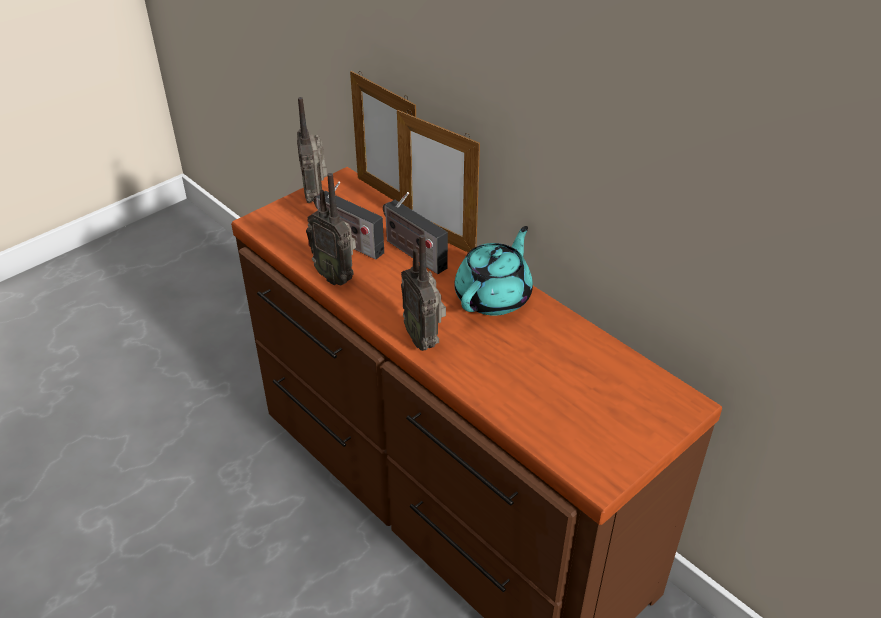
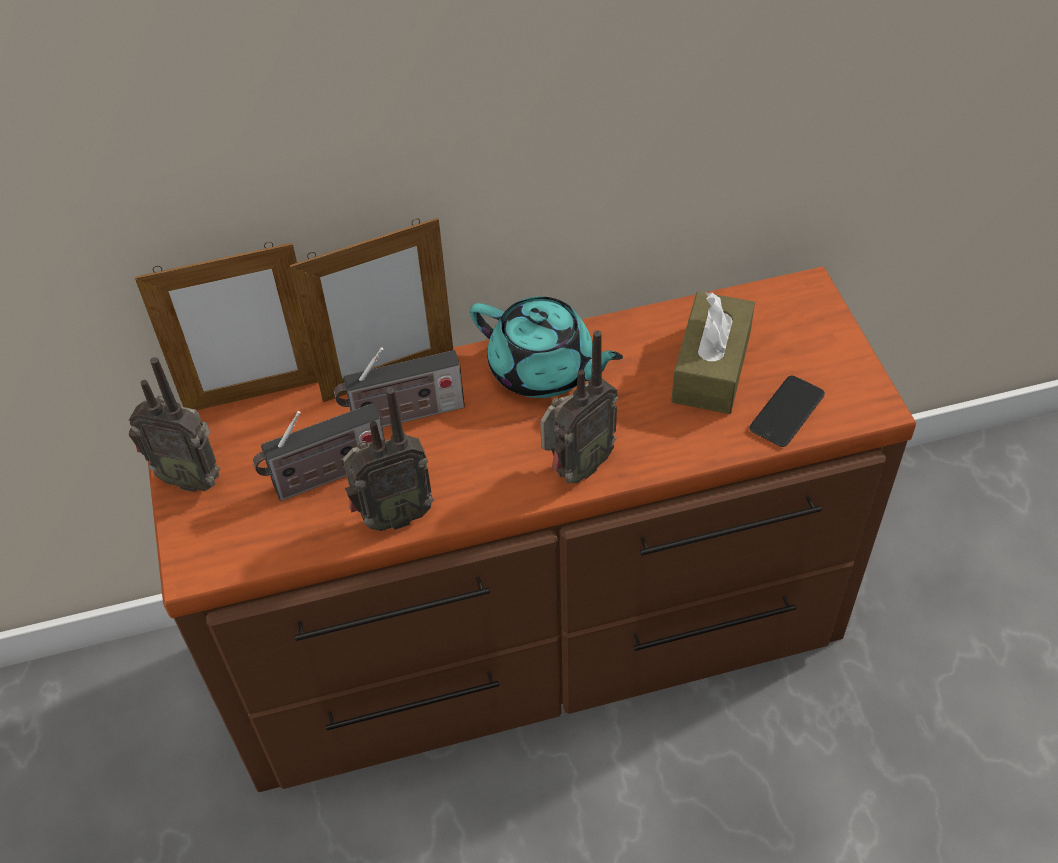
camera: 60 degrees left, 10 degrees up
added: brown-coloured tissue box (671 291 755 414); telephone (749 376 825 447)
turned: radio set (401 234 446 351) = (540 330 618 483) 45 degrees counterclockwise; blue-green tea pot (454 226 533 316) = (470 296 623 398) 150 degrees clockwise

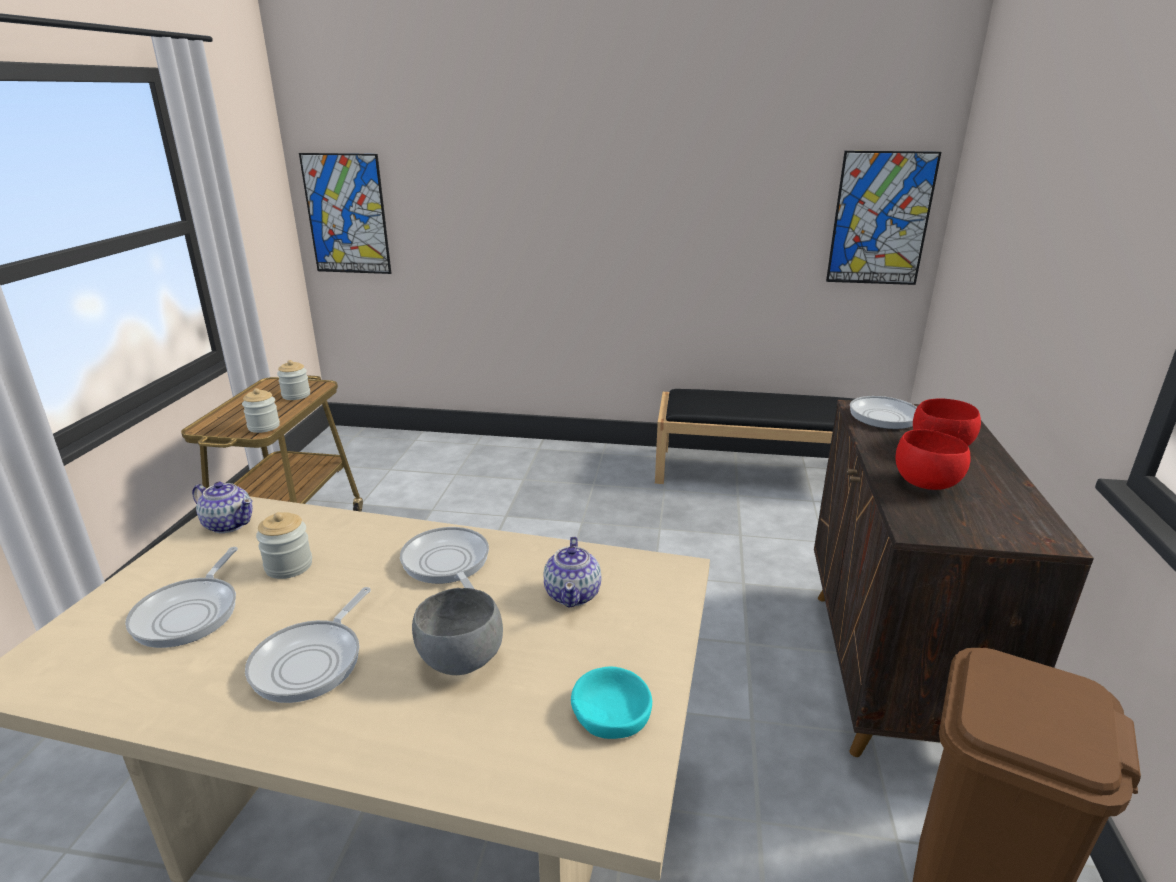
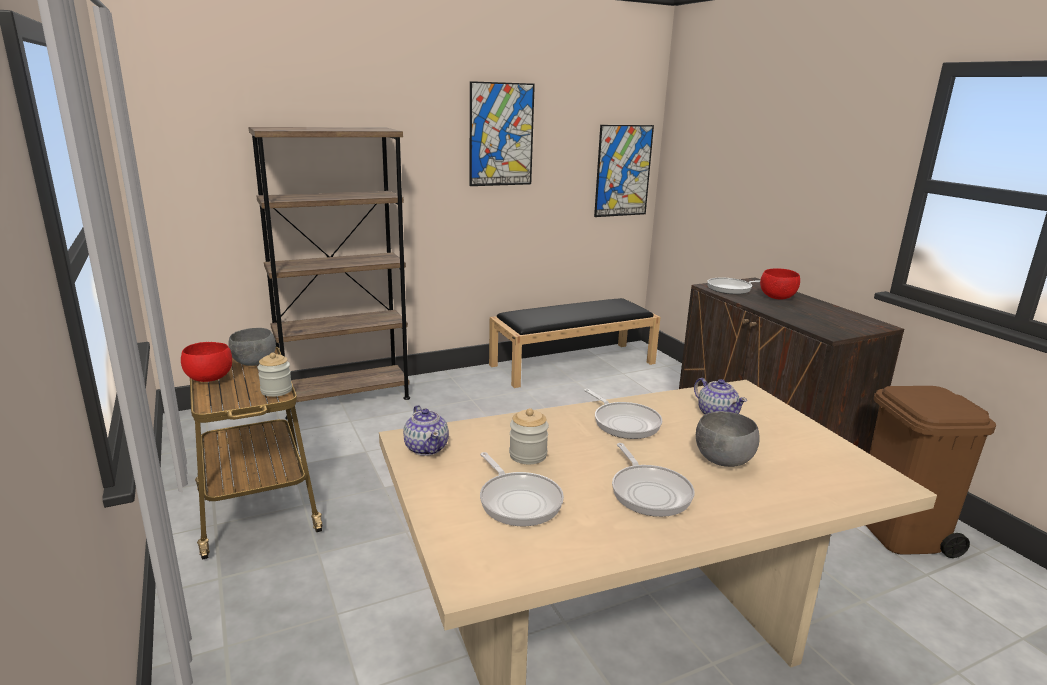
camera: 35 degrees left, 5 degrees down
removed: blue-green bowl (571 666 652 739)
added: brown-coloured bookshelf (248 127 410 420)
moved: wall picture (299 153 391 274) to (470 81 535 186); red-coloured bowl (896 429 970 490) to (181 342 232 382)
replaced: storage jar (277 360 310 400) to grey bowl (228 328 276 366)
turned: tea pot (192 482 253 533) = (403 405 449 456) 75 degrees clockwise; skillet (400 527 489 589) = (584 389 662 439) 150 degrees counterclockwise

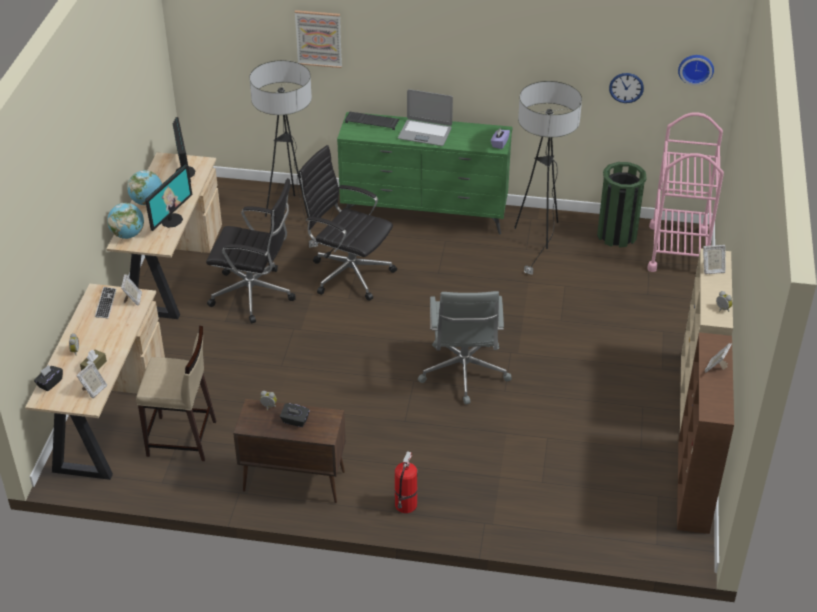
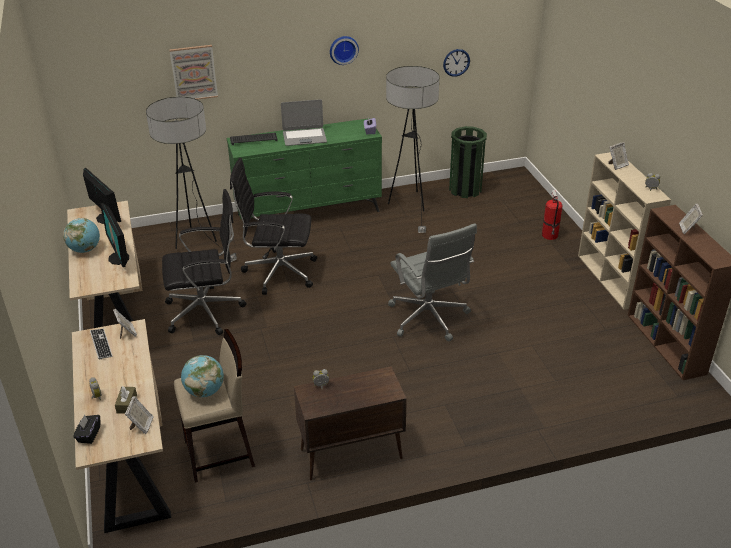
camera: 25 degrees left, 5 degrees down
removed: black-coloured tissue box (280 403 310 427); pinkish trolley (647 112 724 272)
moved: desk globe (107 203 144 239) to (181 355 224 397); fire extinguisher (395 451 417 513) to (542 190 563 240); clock on the wall (678 55 714 86) to (330 36 359 65)
turned: computer screen (145 165 193 231) = (101 203 129 267) 150 degrees clockwise

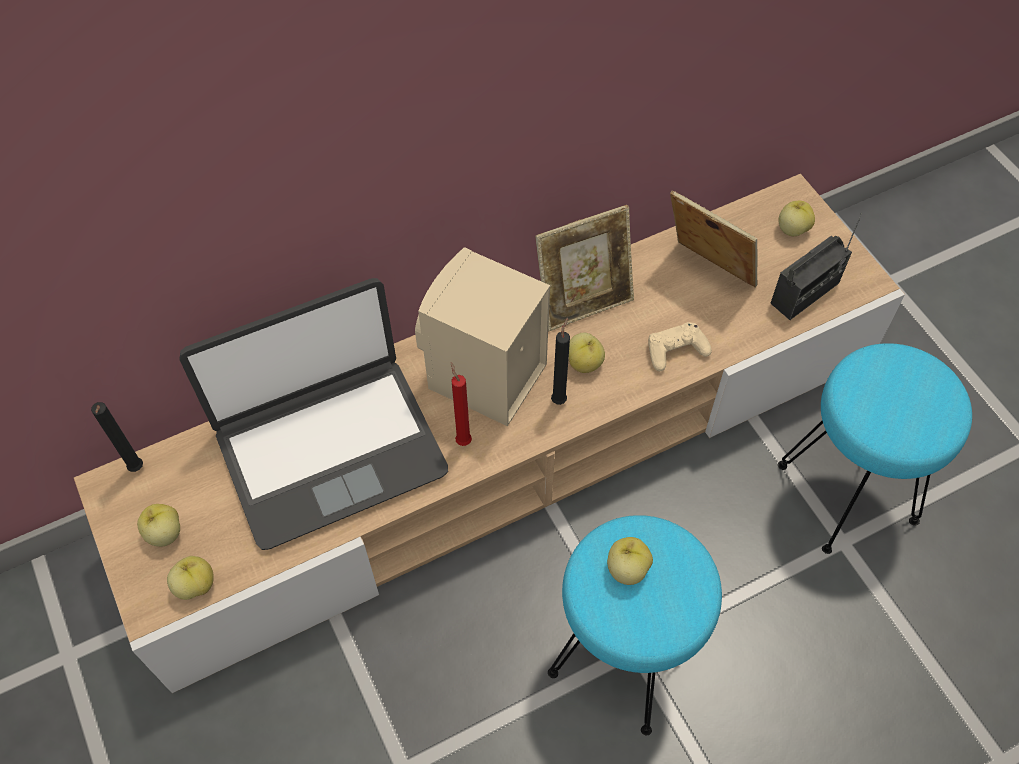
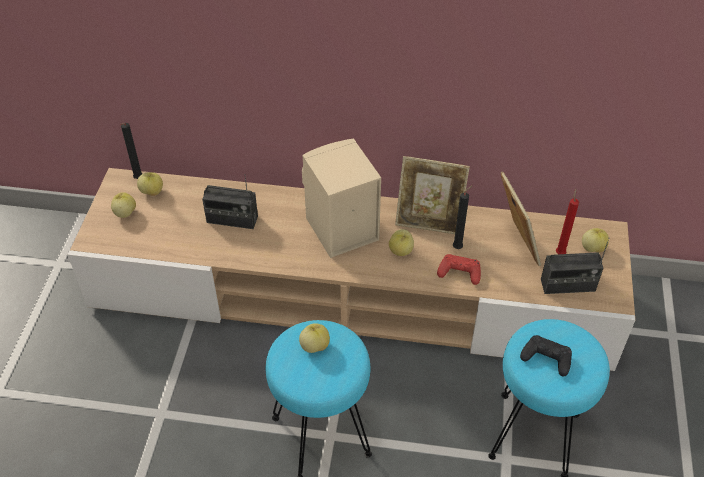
camera: 35 degrees right, 10 degrees down
added: black-coloured joypad (520 335 572 377)
moved: apple fruit (167 556 214 600) to (137 172 163 196); red-coloured wax light (451 362 472 446) to (556 189 579 254); black-coloured wax light (551 318 570 405) to (453 185 473 249)
replaced: portable computer (179 278 448 550) to radio set (202 174 258 229)
recoloured: sand-coloured joypad (648 322 712 371) to red-coloured joypad (437 254 481 285)

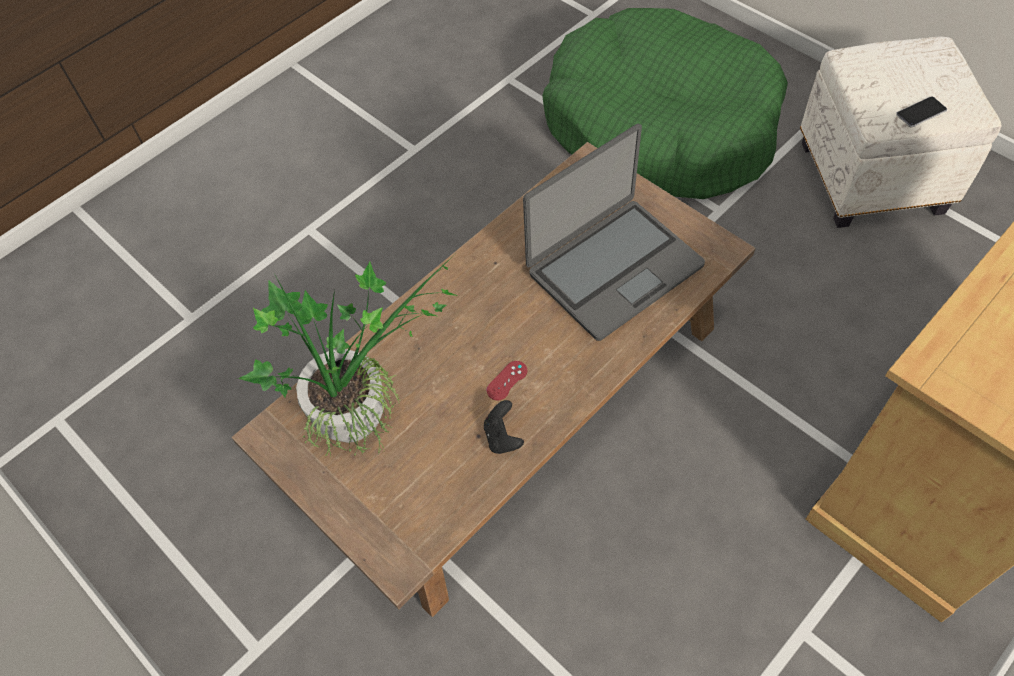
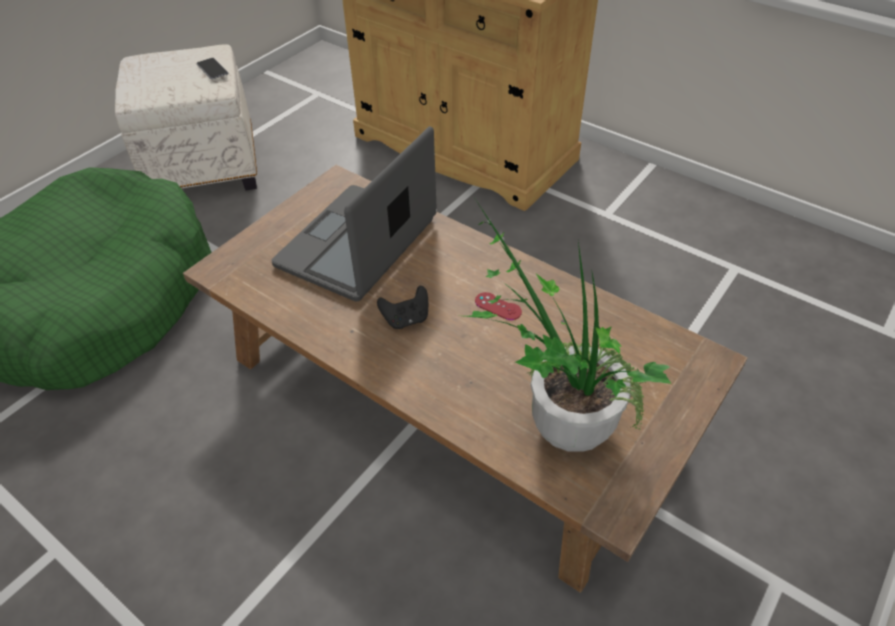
camera: 100 degrees left, 10 degrees down
moved: black-coloured joypad (484 400 524 454) to (377 286 428 329)
turned: portable computer (523 124 705 341) = (271 126 437 302) 105 degrees counterclockwise

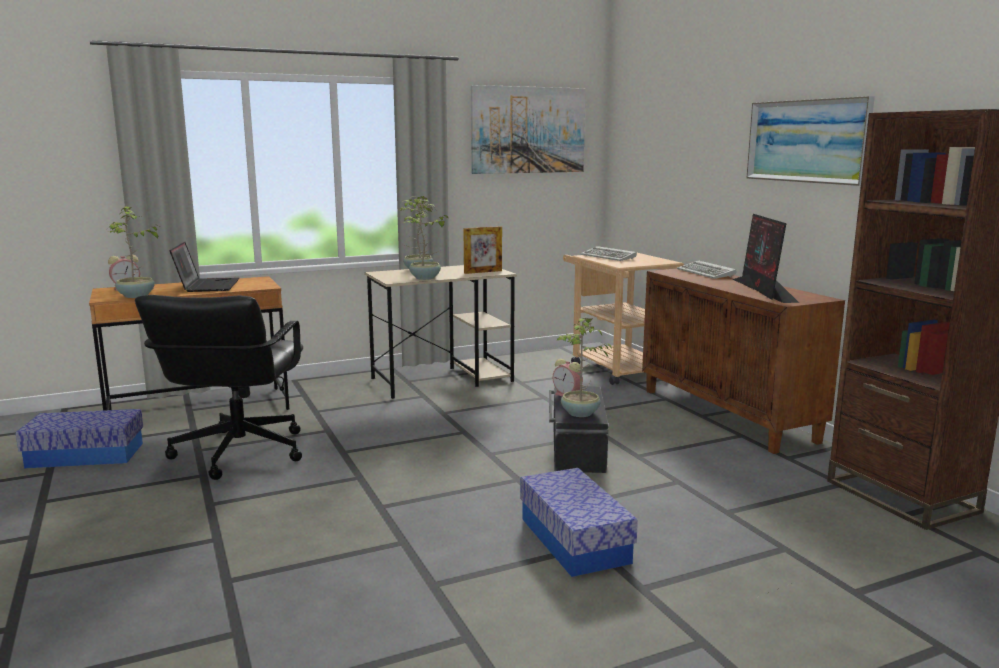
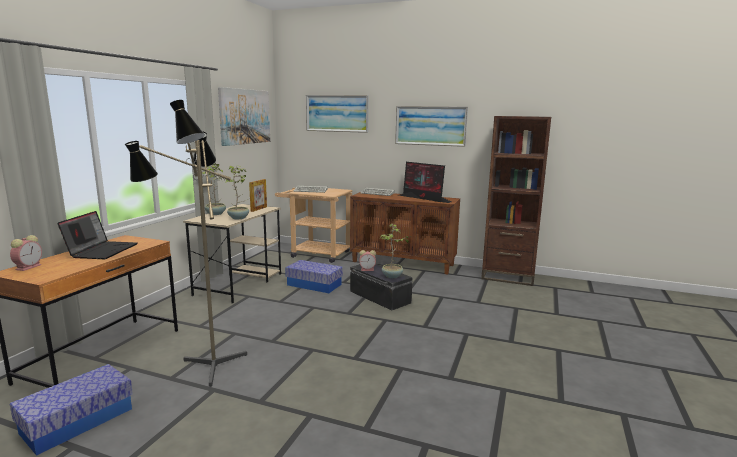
camera: 45 degrees left, 0 degrees up
removed: plant in a pot (107 206 159 298)
added: wall picture (306 95 369 133)
moved: storage container (520 468 638 577) to (285 260 343 293)
replaced: black-coloured desk chair (135 295 303 480) to standing lamp (125 100 247 387)
turned: portable computer (170 242 239 292) = (57 211 137 259) 60 degrees clockwise

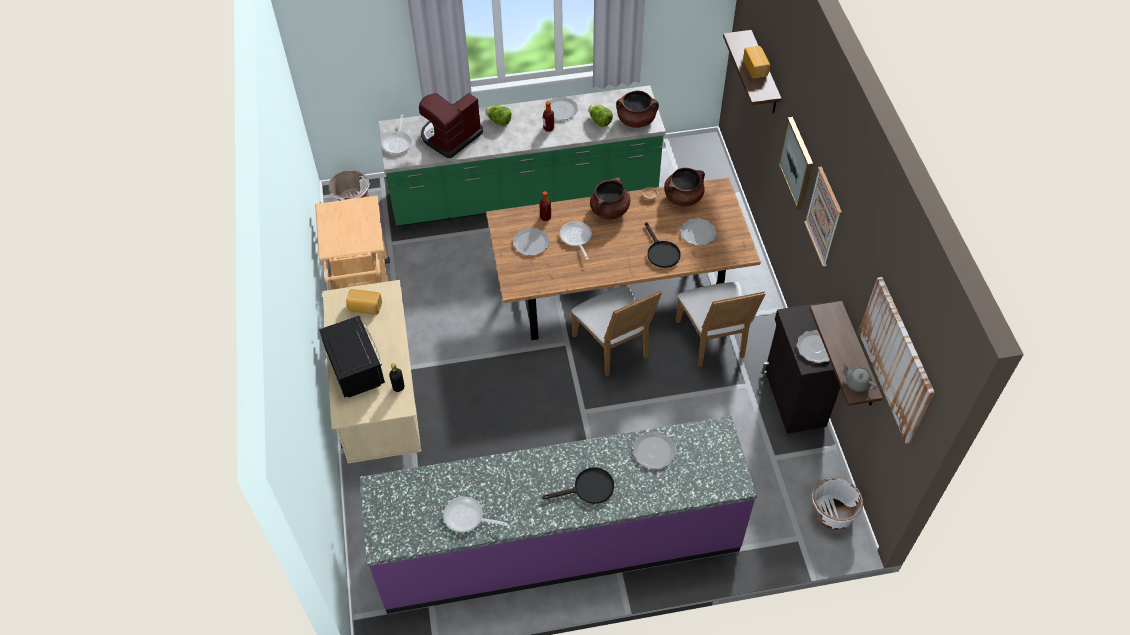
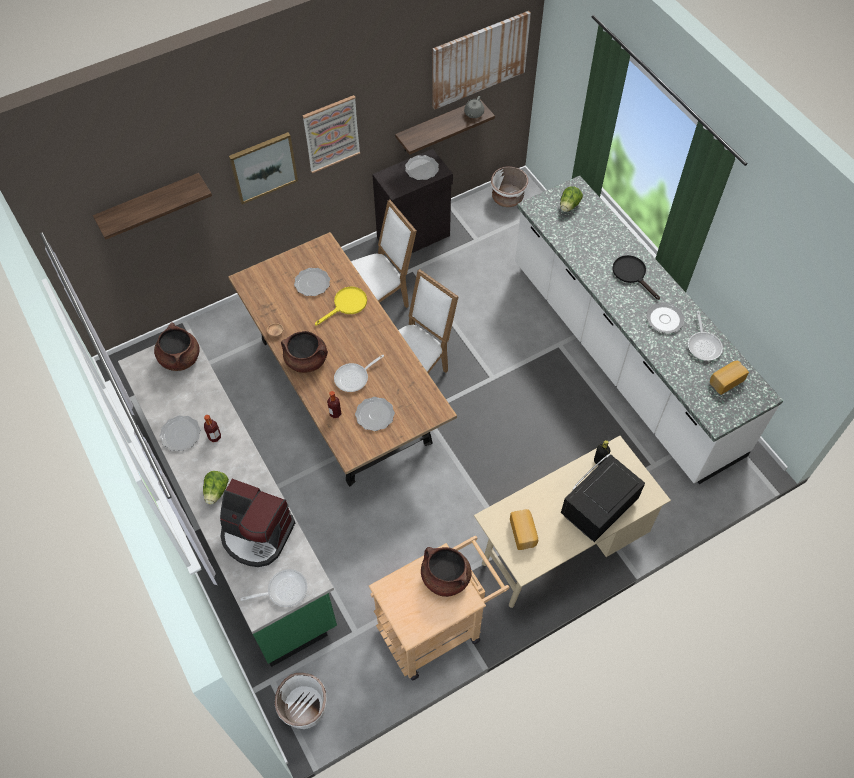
camera: 110 degrees left, 5 degrees up
moved: lettuce head (589 105 613 127) to (560 186 583 212); dinner plate (633 432 676 469) to (646 302 685 334); brown-coloured cooking pot (664 168 705 207) to (421 547 472 597); baked bread (743 46 770 78) to (710 361 749 395)
recoloured: purple counter (360 416 757 614) to whitish counter (515 176 783 484); black-coloured skillet (645 222 681 268) to yellowish skillet (315 287 367 325)

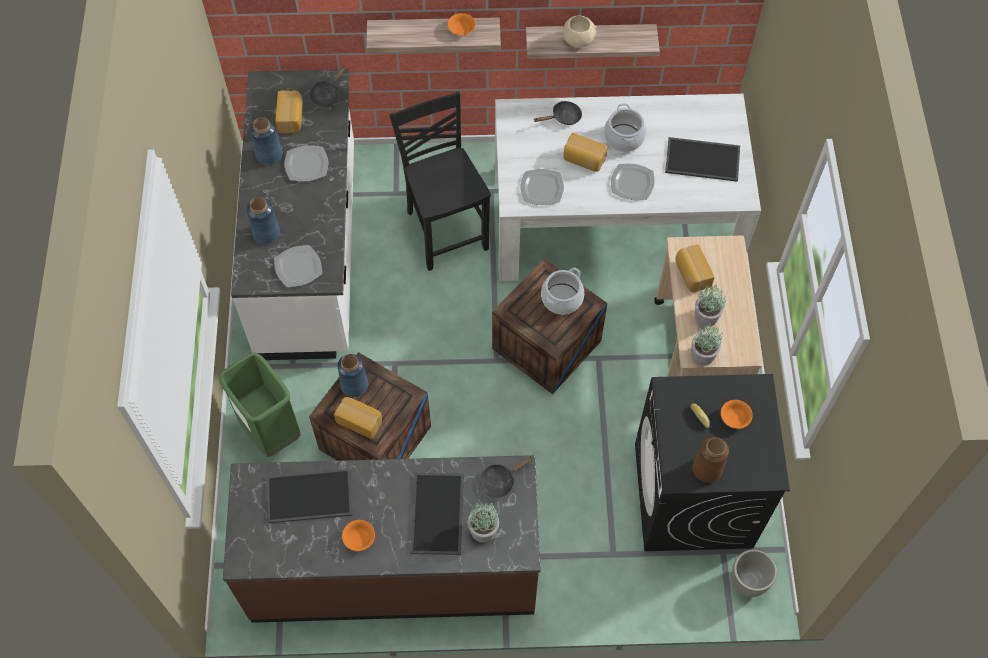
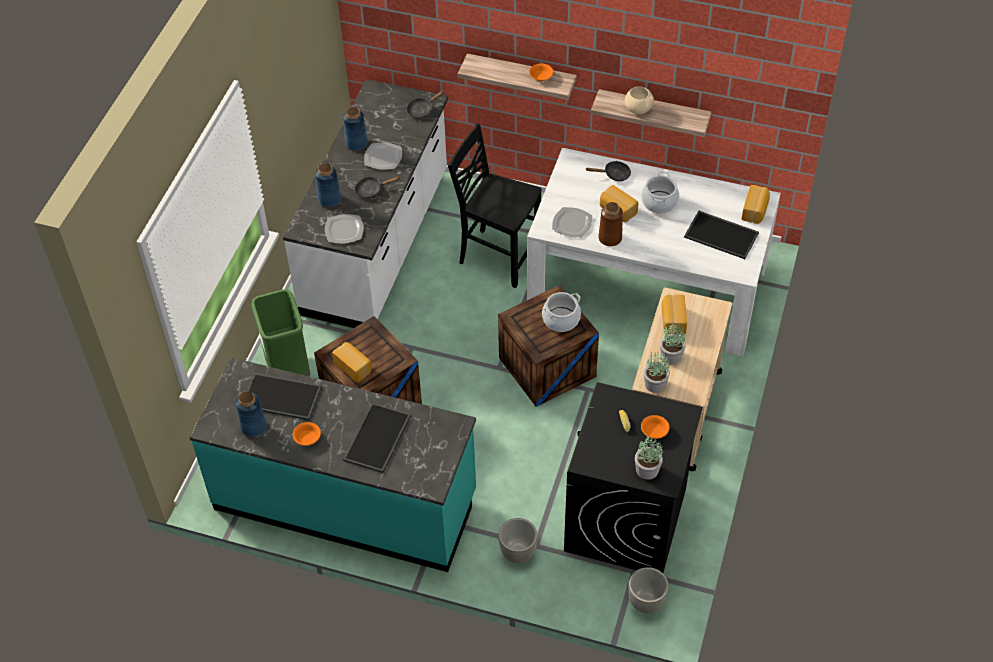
camera: 20 degrees right, 10 degrees down
removed: dinner plate (611 164 654 200)
added: grey plant pot (498 518 538 563)
moved: baked bread (275 90 303 133) to (741 185 770 224); blue-coloured vase (338 354 368 397) to (235 391 267 437); plant in a pot (467 502 499 543) to (635 435 663 480); black-coloured skillet (479 456 533 498) to (355 176 400 198); brown-coloured vase (692 437 729 483) to (598 202 623 246)
recoloured: brown-coloured counter (223 455 541 623) to blue-green counter (189 357 476 572)
turned: black-coloured plain chair (389 91 491 271) = (448 123 541 288) 60 degrees counterclockwise

